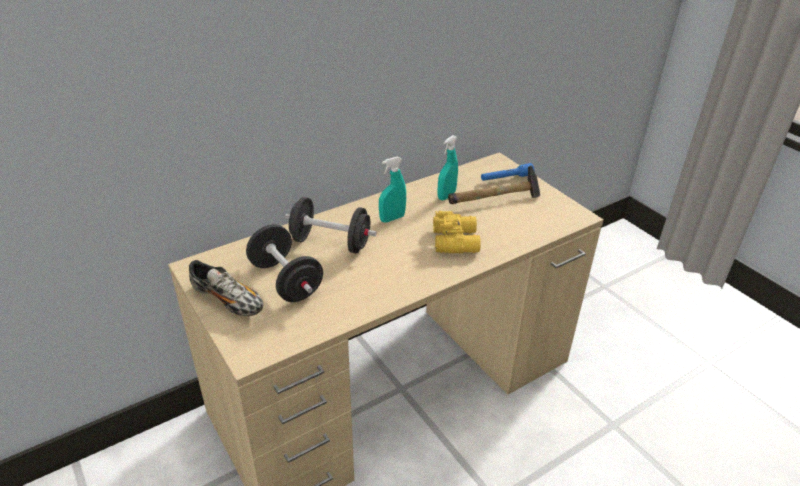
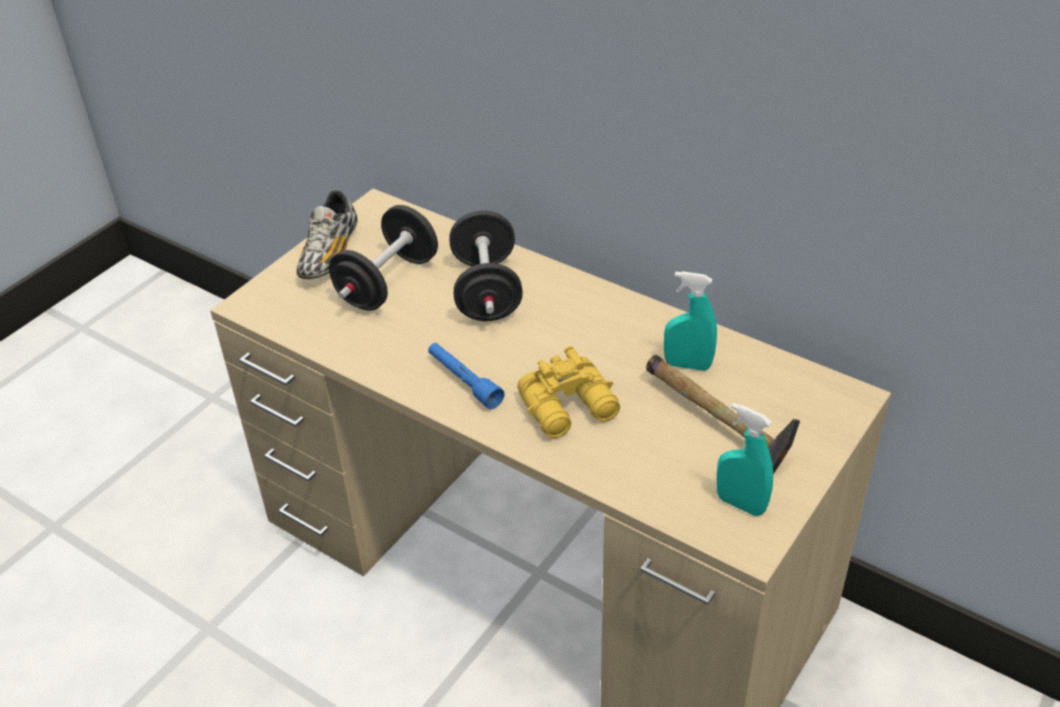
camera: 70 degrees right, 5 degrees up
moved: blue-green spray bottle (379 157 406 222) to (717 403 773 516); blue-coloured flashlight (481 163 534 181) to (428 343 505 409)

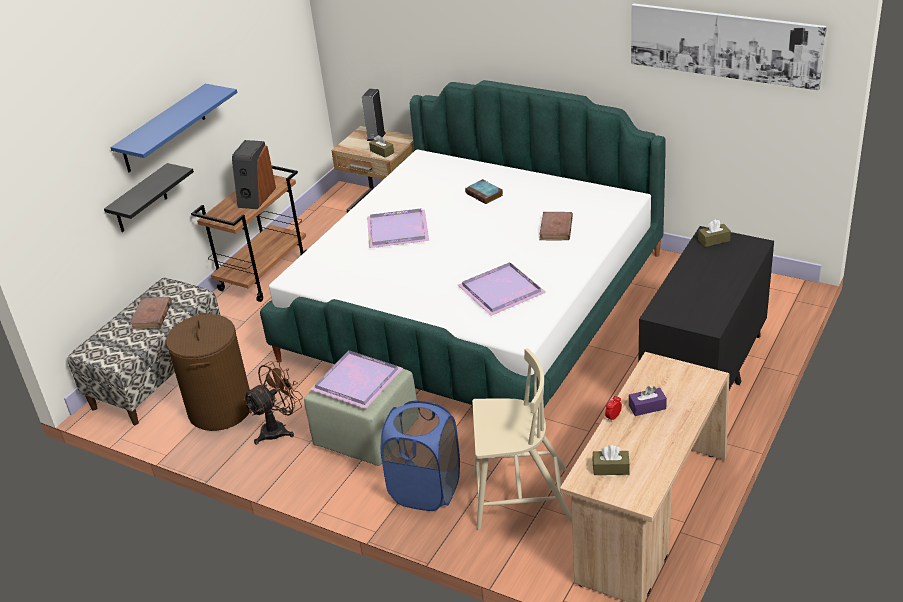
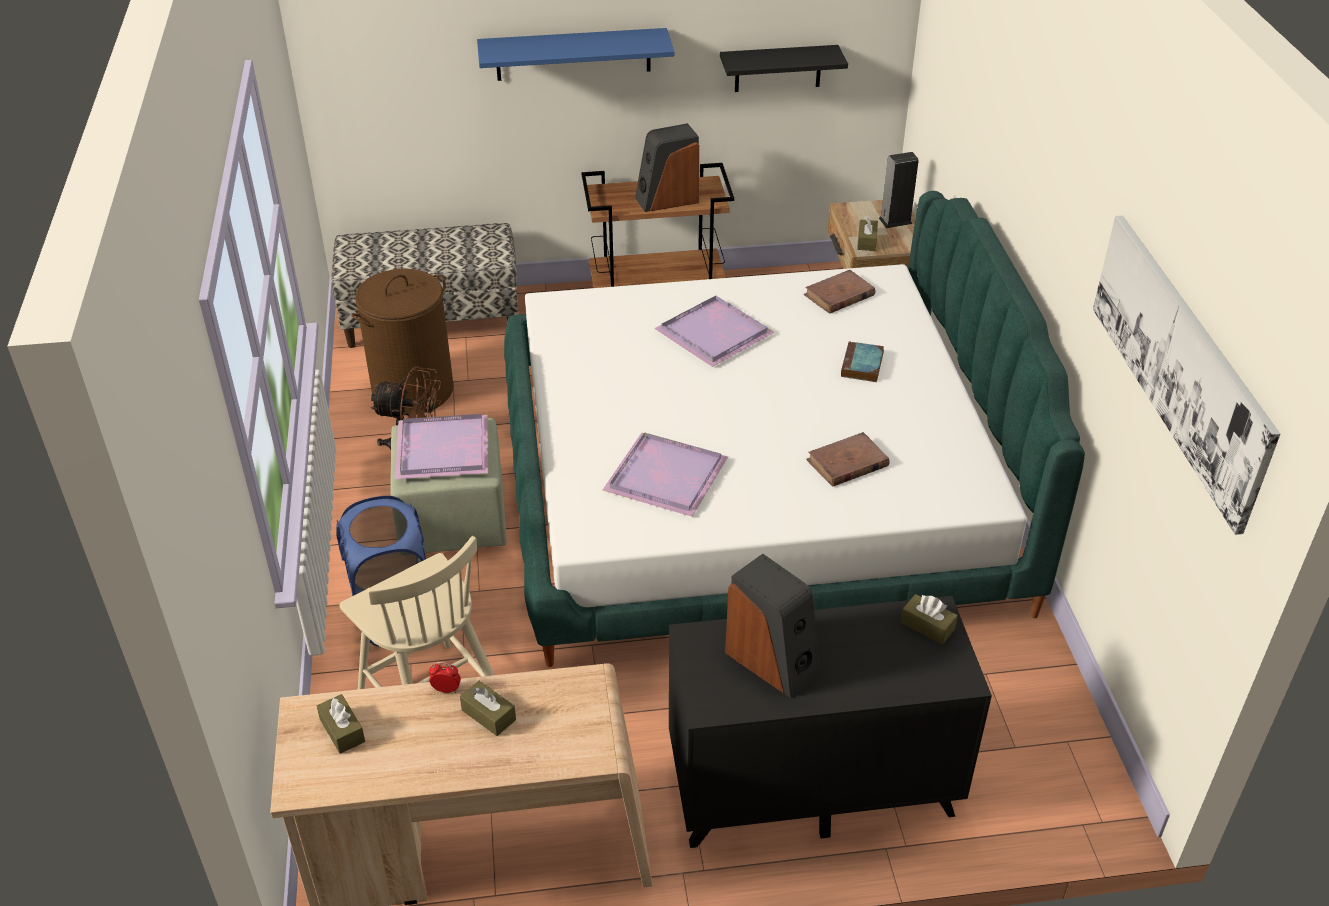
camera: 50 degrees right, 5 degrees up
added: audio speaker (725 554 820 698)
moved: black-coloured wall shelf (104 163 194 232) to (720 45 848 92); brown-coloured bound book (130 297 172 329) to (804 270 875 314)
recoloured: purple tissue box (629 386 667 416) to brown-coloured tissue box (460 681 516 736)

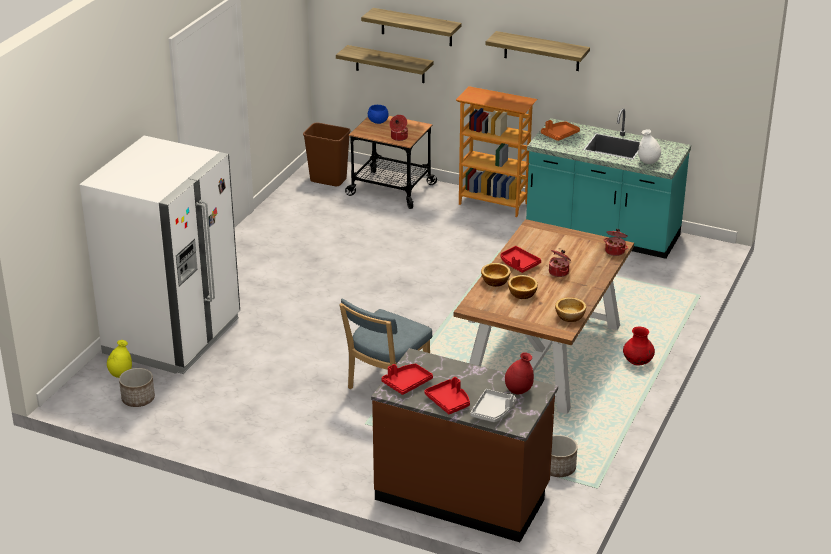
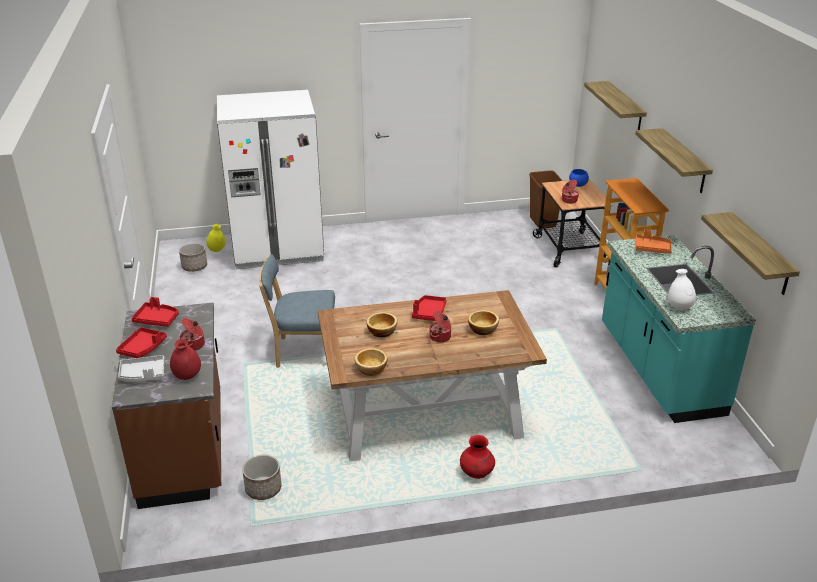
camera: 55 degrees right, 0 degrees up
moved: wall shelf (336 45 434 83) to (701 212 800 295); bowl (481 263 511 287) to (468 310 499 335); cooking pot (604 229 628 256) to (179 318 205 350)

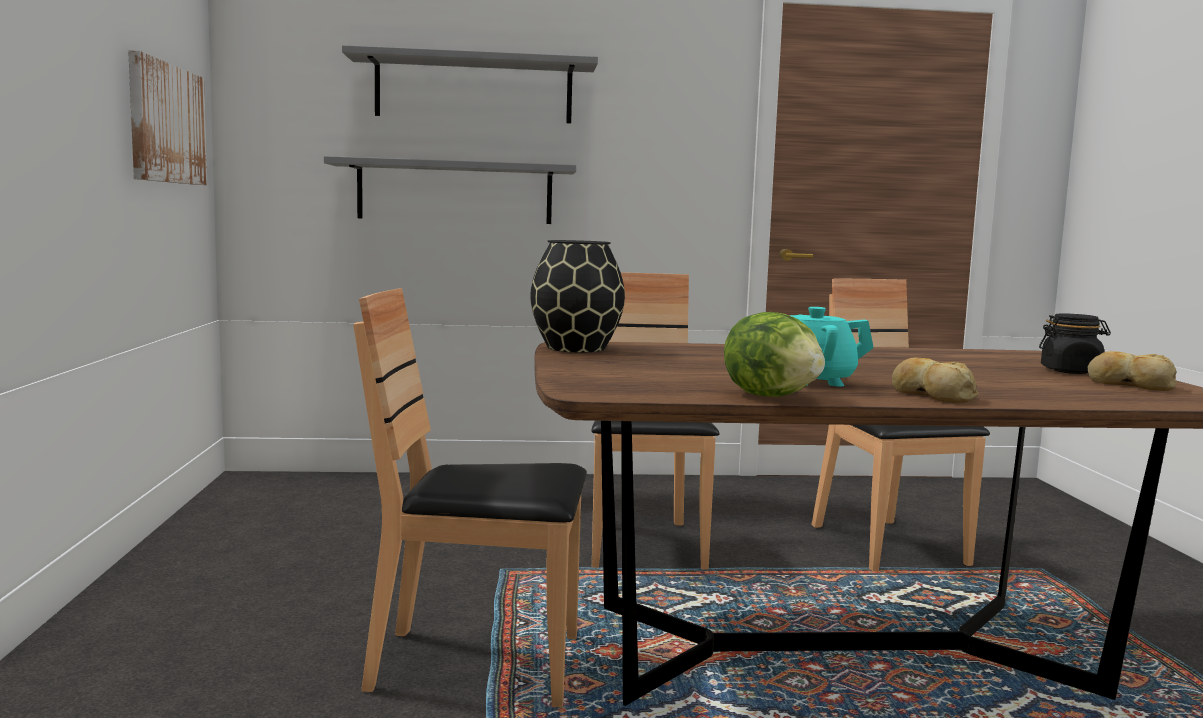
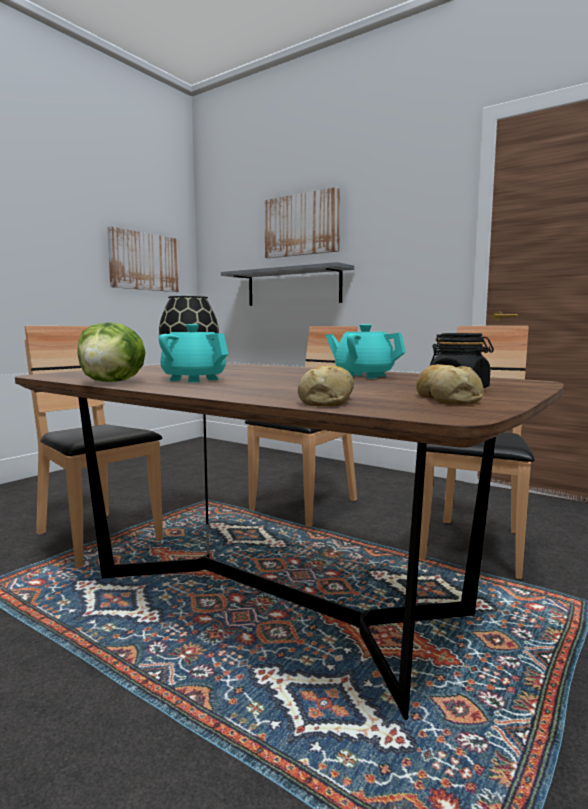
camera: 40 degrees right, 0 degrees up
added: blue-green tea pot (326 324 406 379)
moved: baked bread (892 357 979 403) to (298 365 354 406)
replaced: grey wall shelf (342 45 598 124) to wall picture (265 187 340 258)

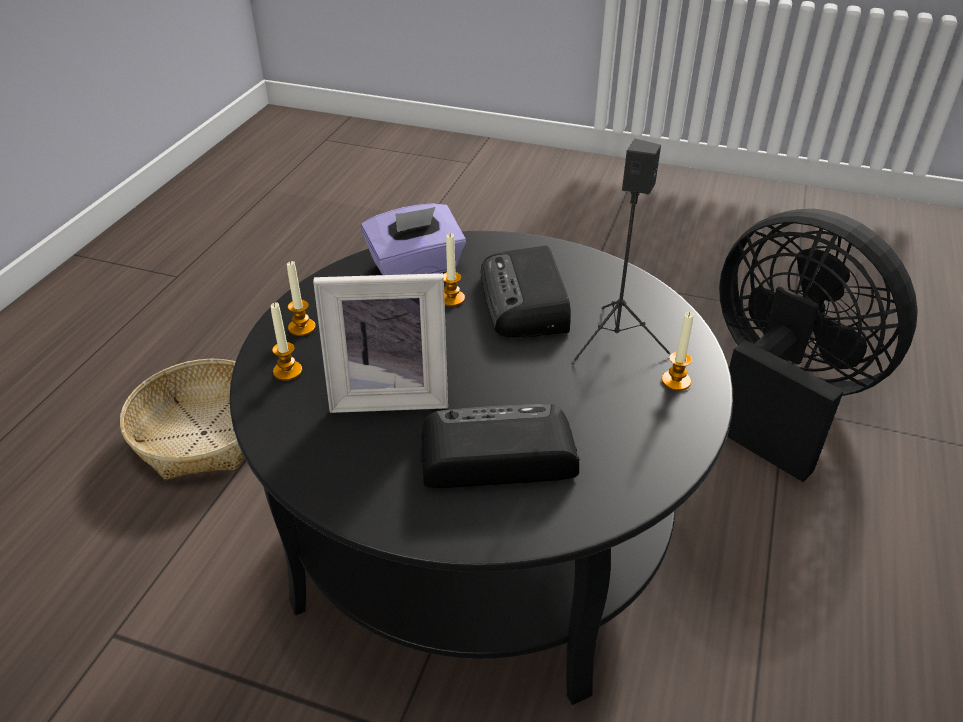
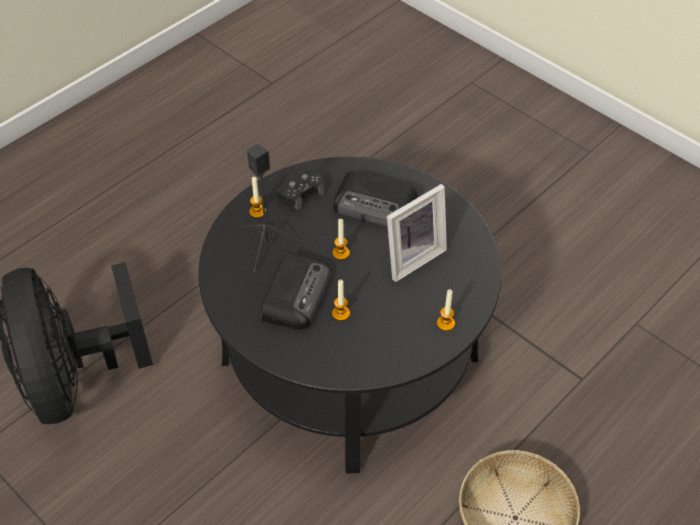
camera: 155 degrees left, 10 degrees up
removed: purple tissue box (361 203 466 275)
added: black-coloured joypad (275 171 325 211)
moved: wax light (271 302 302 381) to (333 219 350 260)
turned: photo frame (313 273 448 413) = (387 184 447 282) 120 degrees clockwise

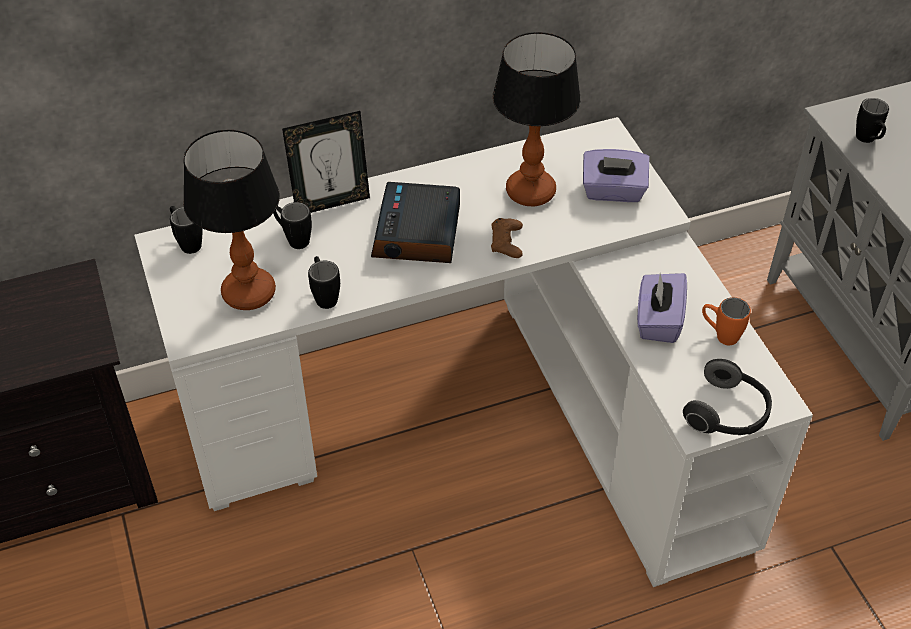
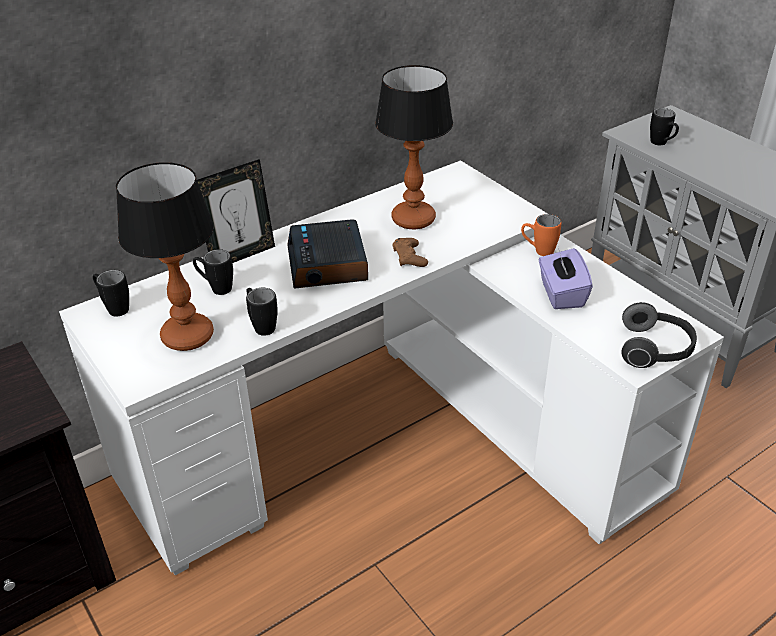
camera: 15 degrees left, 10 degrees down
removed: purple tissue box (583 149 649 202)
moved: orange-coloured tea mug (702 297 751 345) to (521 214 561 256)

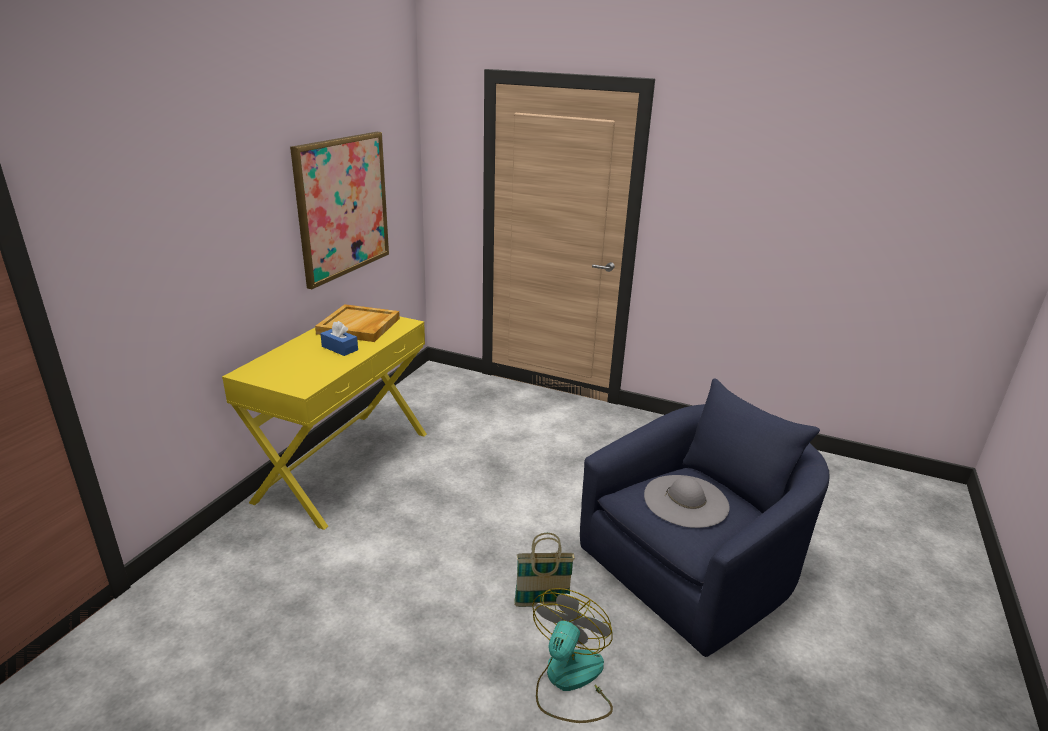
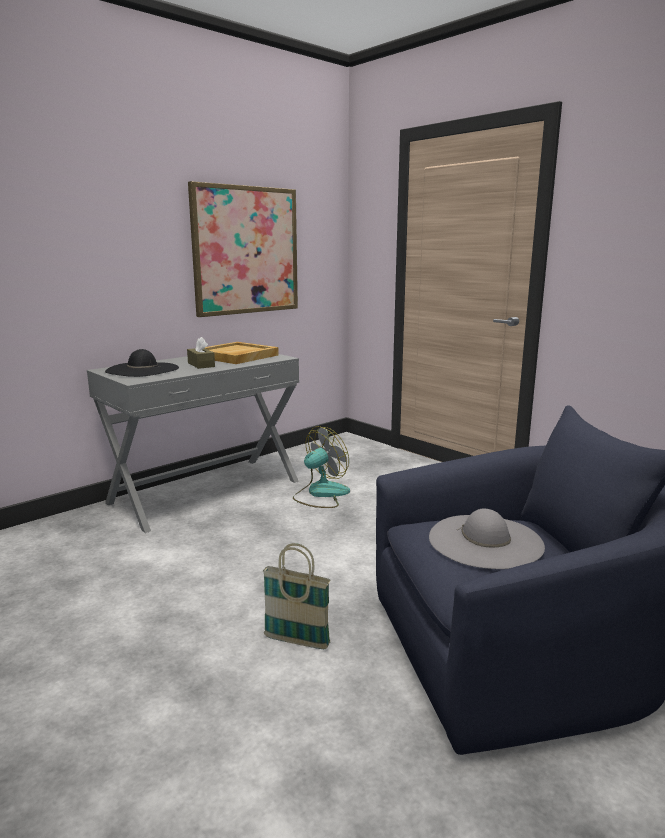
camera: 25 degrees right, 10 degrees down
added: black-coloured wearable hat (105 349 179 377)
moved: electric fan (532 588 613 723) to (293 426 350 508)
recoloured: yellowish hall table (222 317 427 530) to grey hall table (87 354 299 533); blue-coloured tissue box (320 321 358 356) to brown-coloured tissue box (187 337 215 369)

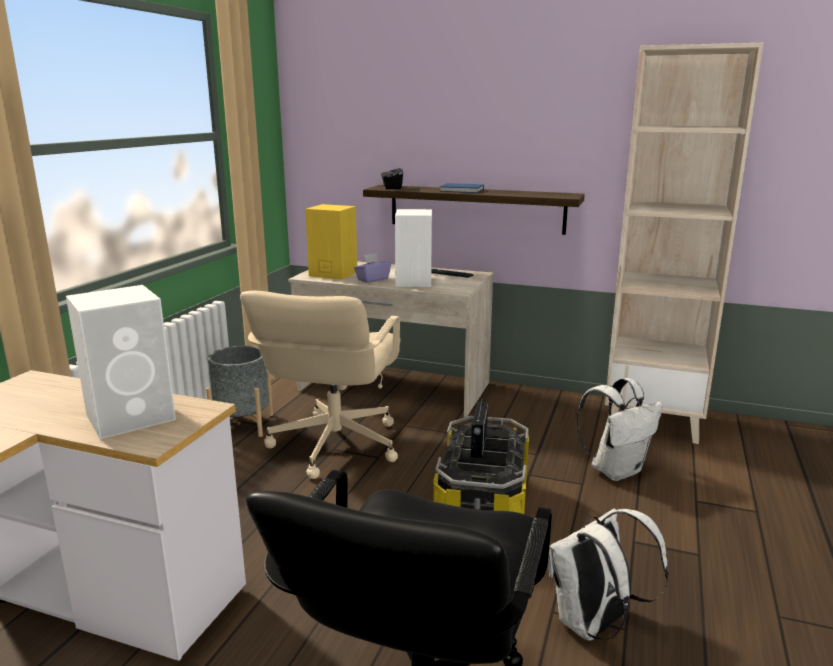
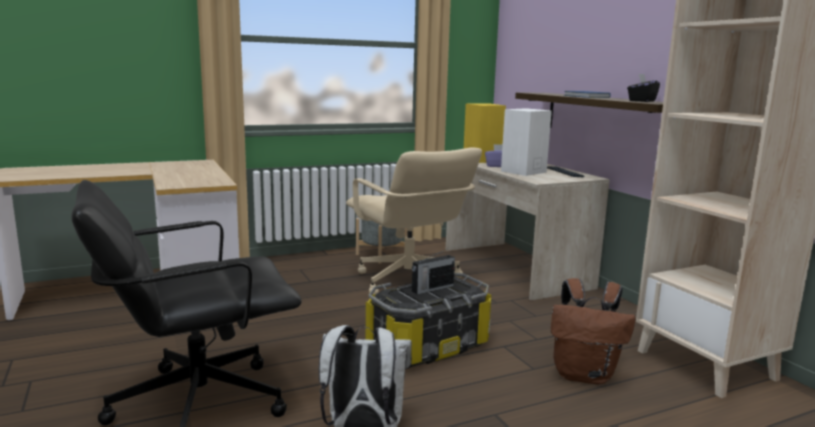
camera: 45 degrees right, 5 degrees down
removed: whitish audio speaker (66 285 176 439)
moved: black-coloured tissue box (381 162 403 189) to (627 74 660 102)
recoloured: whitish knapsack (576 378 663 481) to brown-coloured knapsack (551 278 636 384)
turned: sand-coloured desk chair (240 291 401 479) = (346 148 482 295) 90 degrees counterclockwise

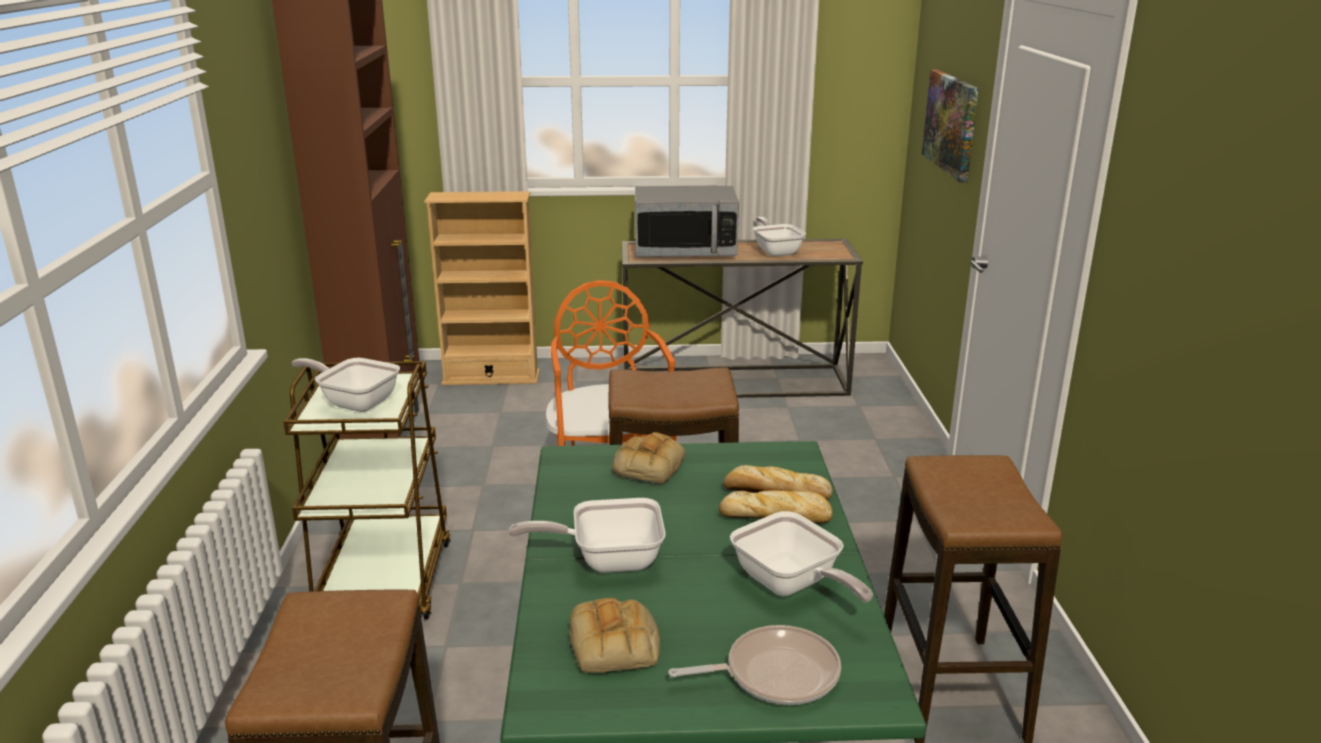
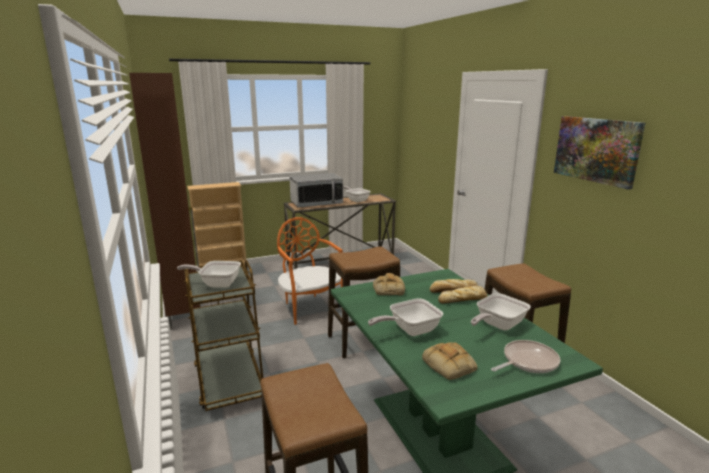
camera: 20 degrees left, 5 degrees down
moved: wall picture (922 69 979 182) to (554 116 645 190)
turned: skillet (730 511 873 603) = (471 293 531 330) 105 degrees clockwise

